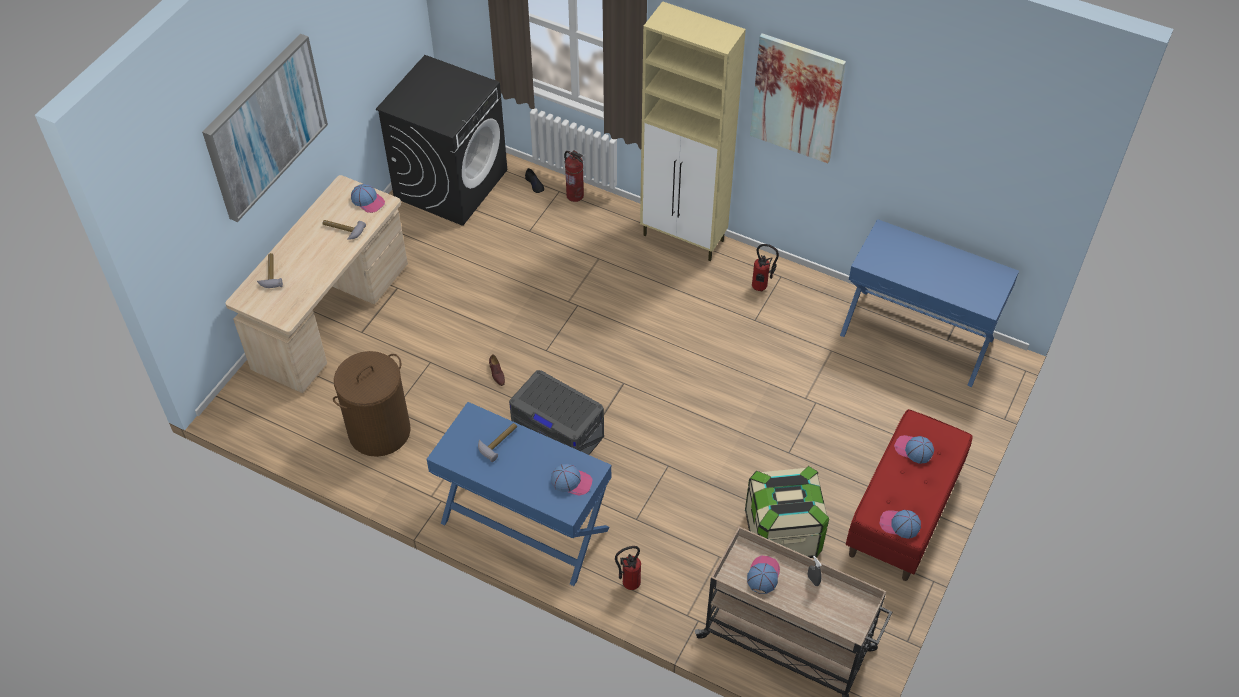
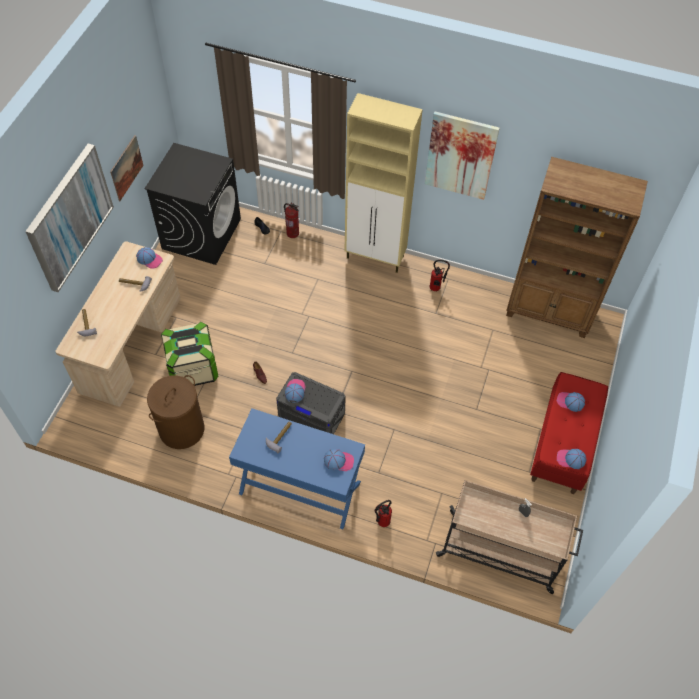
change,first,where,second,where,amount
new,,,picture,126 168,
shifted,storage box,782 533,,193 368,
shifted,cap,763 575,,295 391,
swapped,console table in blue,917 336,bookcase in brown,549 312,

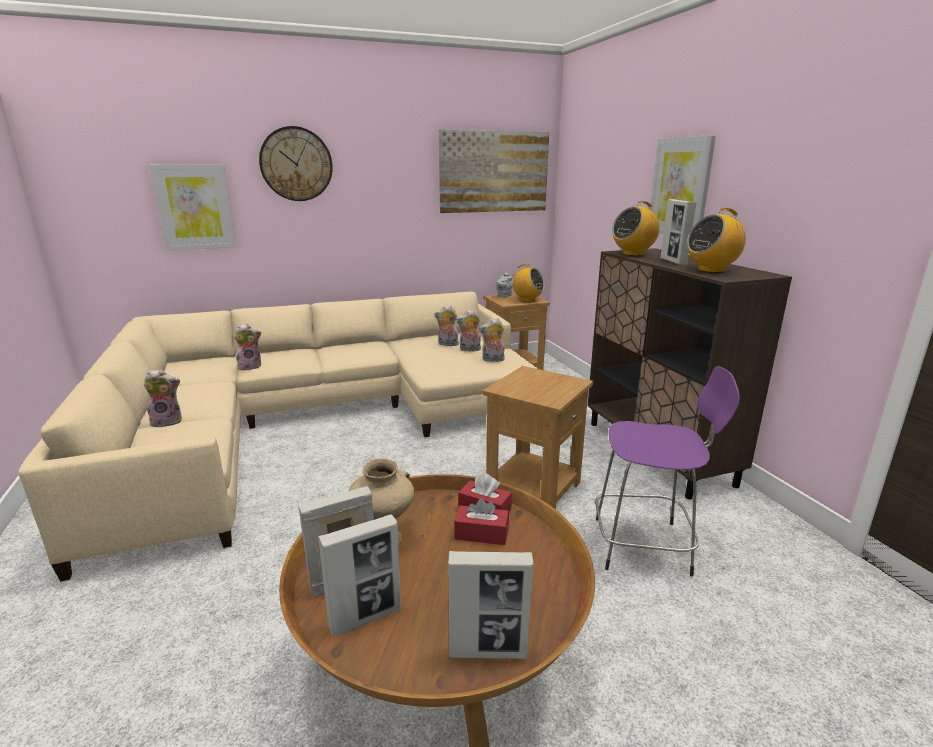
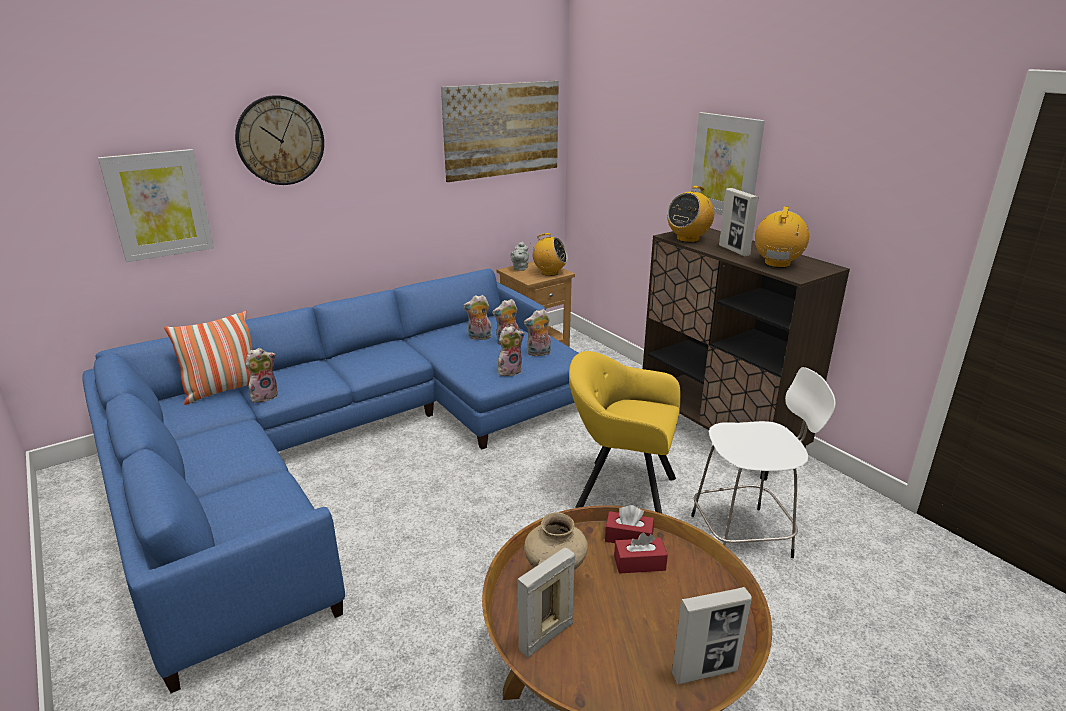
change,first,where,second,where,amount
gone,picture frame,366 618,,,
new,,,pillow,224 390,
shifted,plush toy,168 421,,510 371,
swapped,side table in brown,534 488,armchair in yellow,620 492,
repainted,sofa in beige,314 421,sofa in blue,346 447,
repainted,stool in purple,645 546,stool in white,744 535,
rotated,radio,711 270,,777 264,150 degrees clockwise

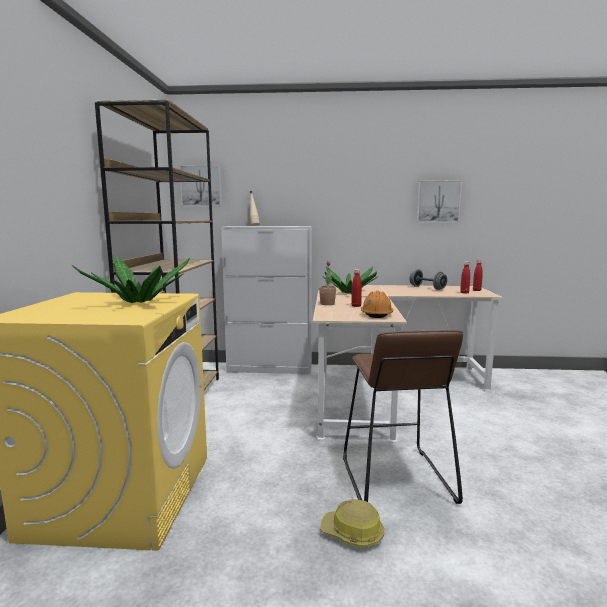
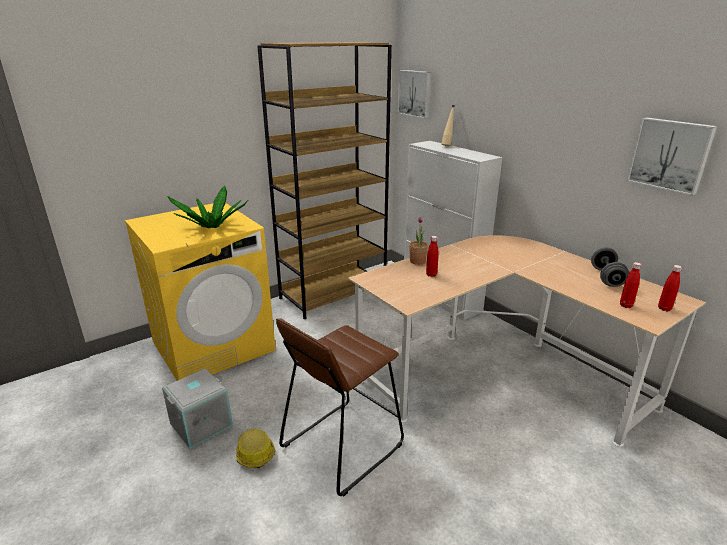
change,first,where,second,where,amount
gone,potted plant,349 293,,,
gone,hard hat in orange,376 314,,,
new,,,storage box in grey,201 423,

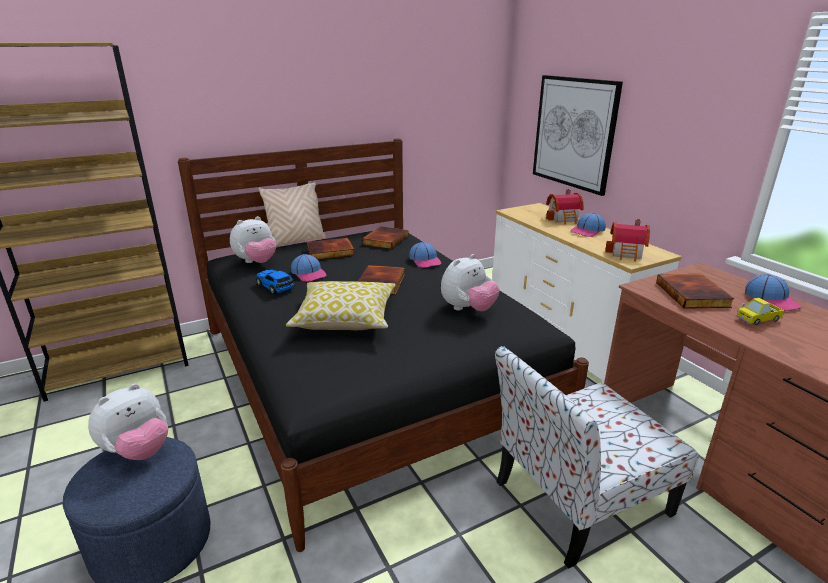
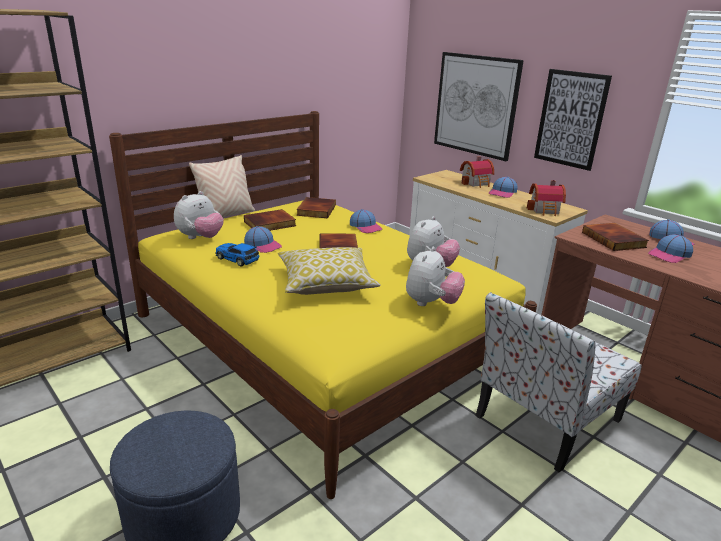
change,first,where,second,where,amount
new,,,picture,570 119,
shifted,plush toy,138 451,,431 303,
swapped,toy truck,758 319,cap,669 255,
repainted,bed in black,367 376,bed in yellow,320 341,

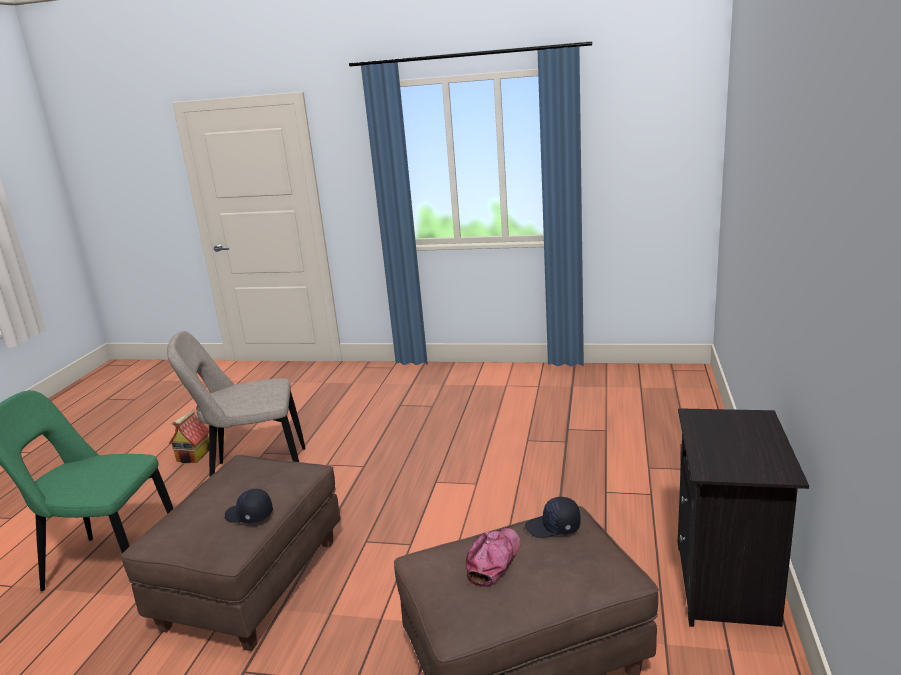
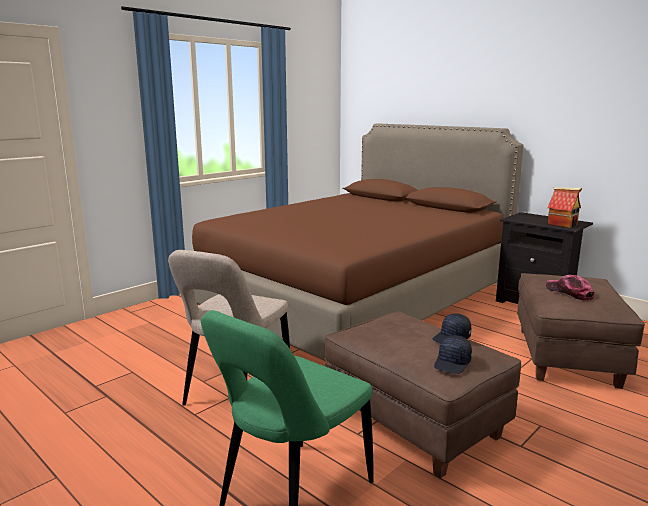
change,first,where,second,where,amount
new,,,bed in brown,355 299,
shifted,toy house,194 455,,563 224,
shifted,cap in black,553 527,,453 363,

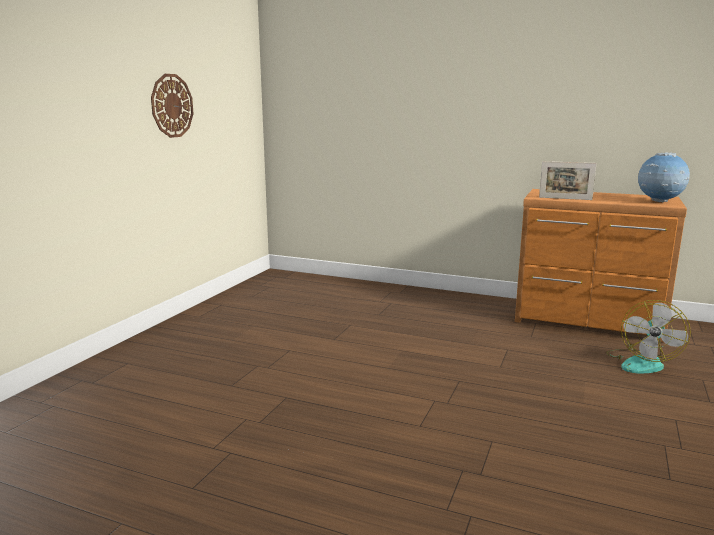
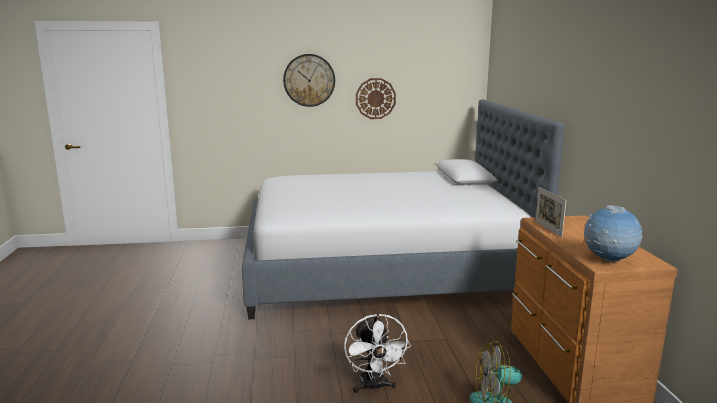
change,first,where,second,where,amount
new,,,bed,383 269,
new,,,wall clock,309 80,
new,,,fan in white,374 387,

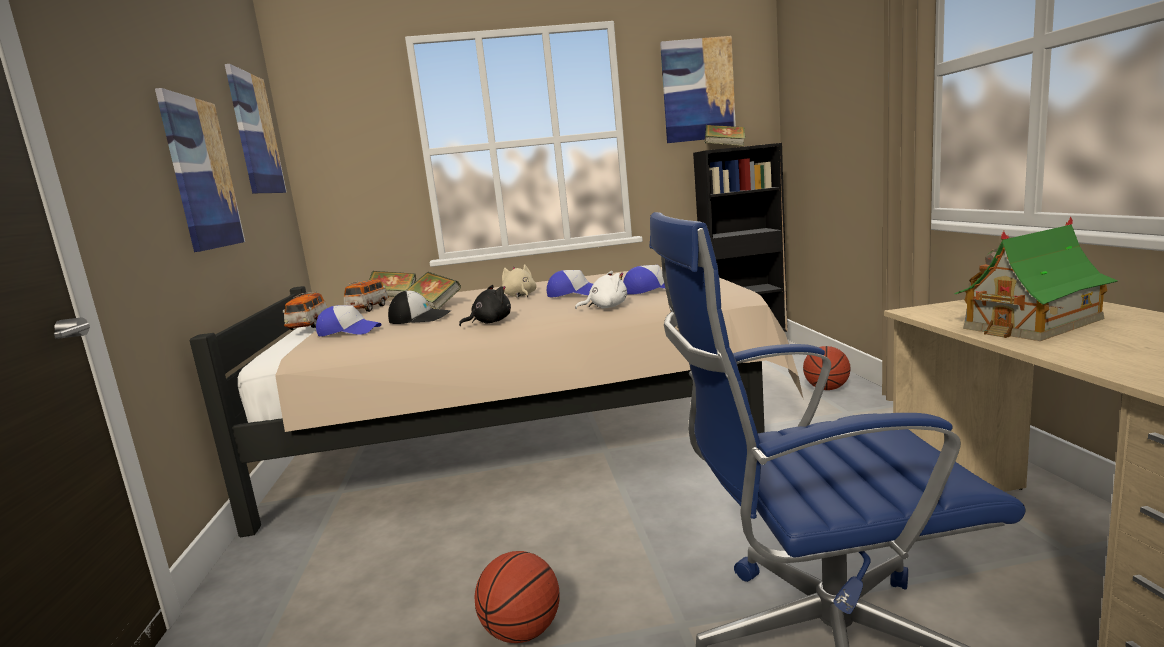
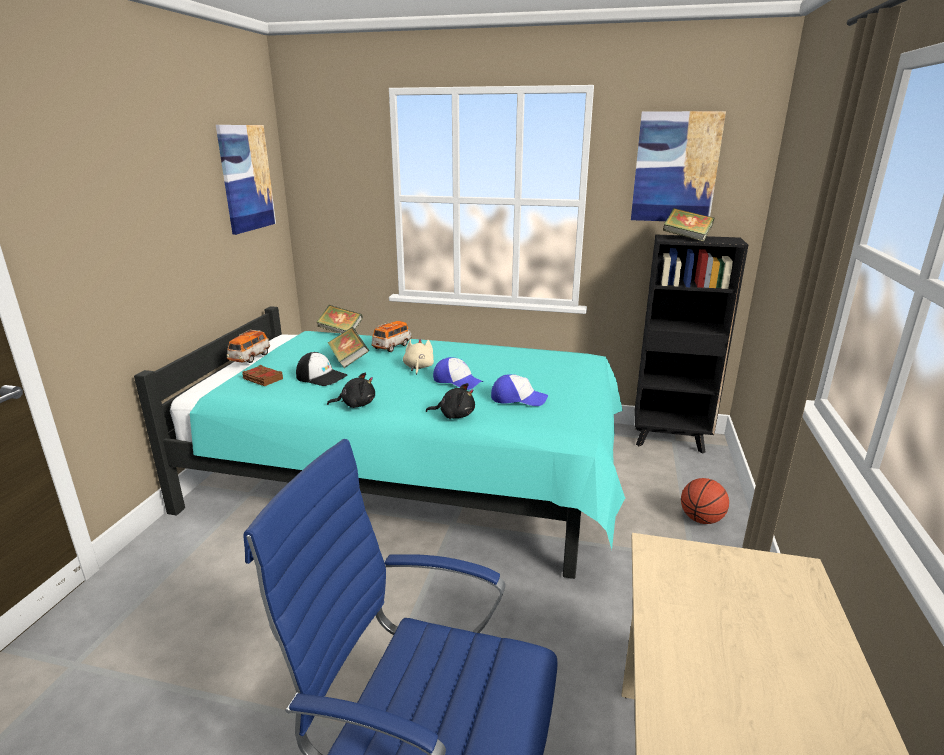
change,first,where,second,where,amount
gone,picture,201 174,,,
gone,basketball,522 632,,,
gone,toy house,1032 323,,,
shifted,toy car,368 308,,392 346,
swapped,cap,349 332,book in brown,262 379,
repainted,bed in beige,528 433,bed in turquoise,412 480,
repainted,plush toy in white,606 307,plush toy in black,454 415,

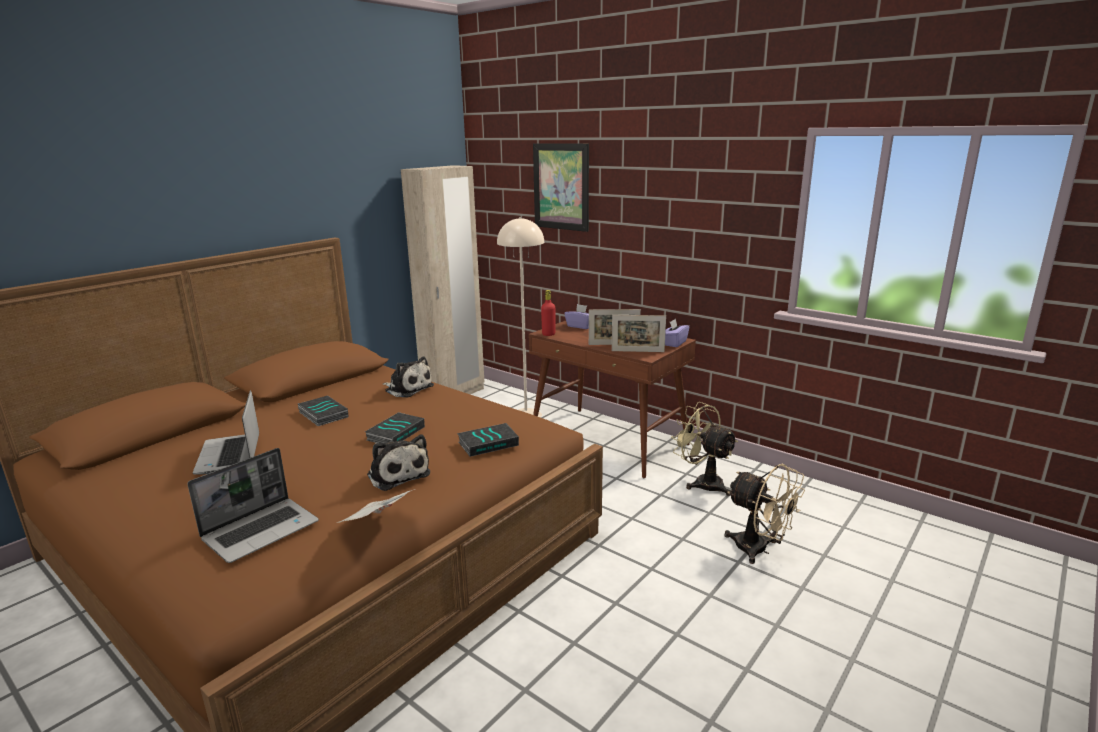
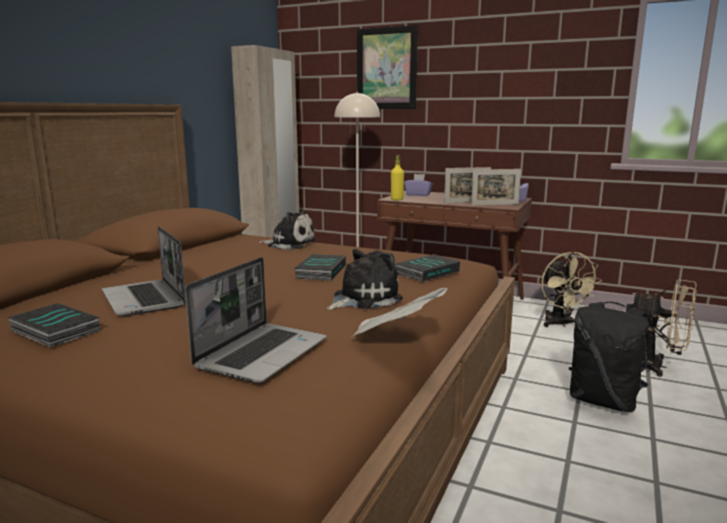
change,first,where,second,where,amount
new,,,backpack in black,603 401,
shifted,book,322 414,,53 331,
repainted,bottle in red,548 334,bottle in yellow,397 199,
rotated,plush toy,397 474,,363 298,75 degrees counterclockwise
rotated,fan in beige,703 482,,561 324,135 degrees counterclockwise

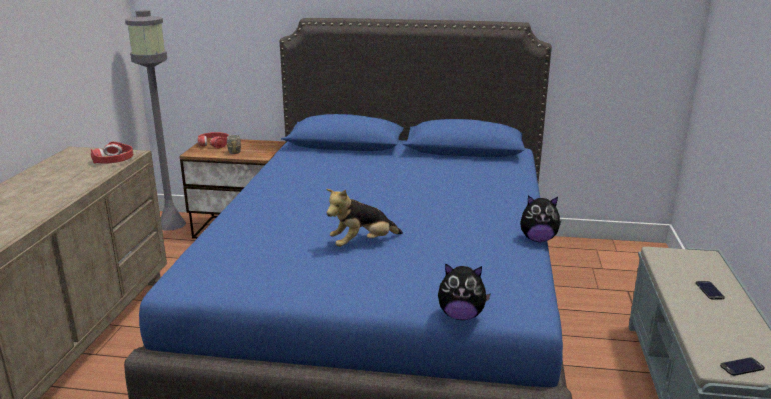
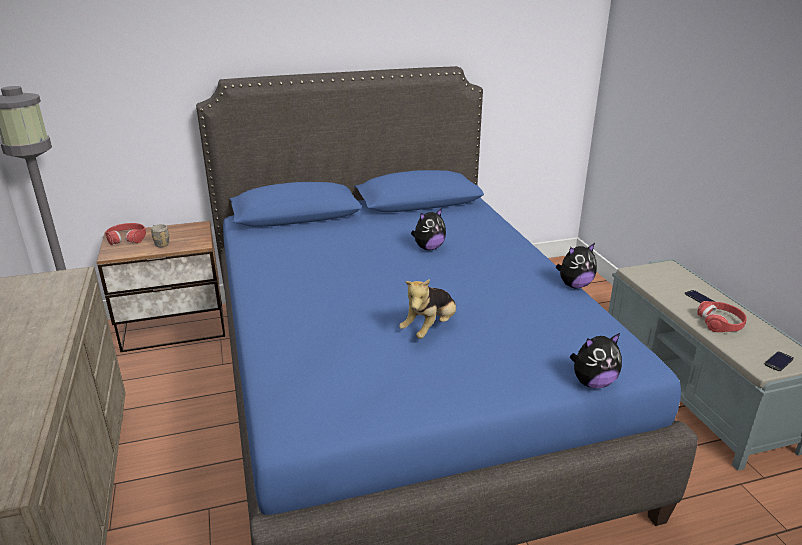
change,first,where,second,where,amount
new,,,plush toy,428 248,
shifted,headphones in red,114 160,,720 323,

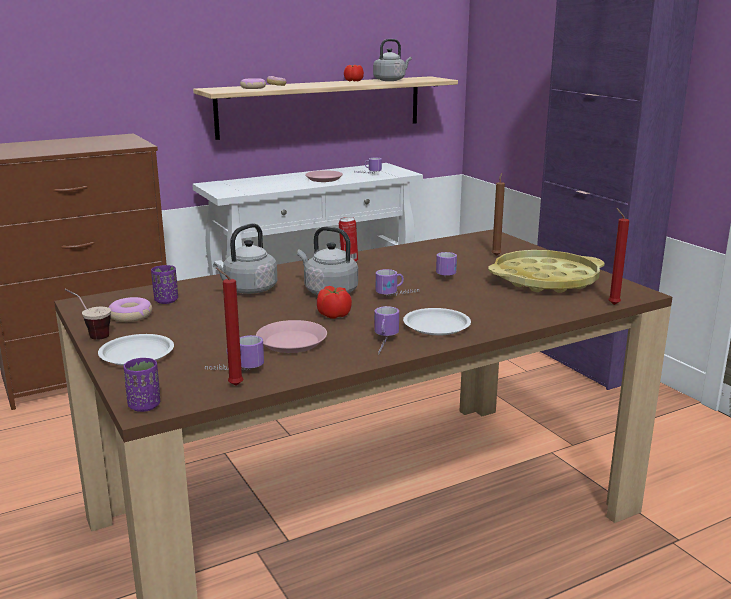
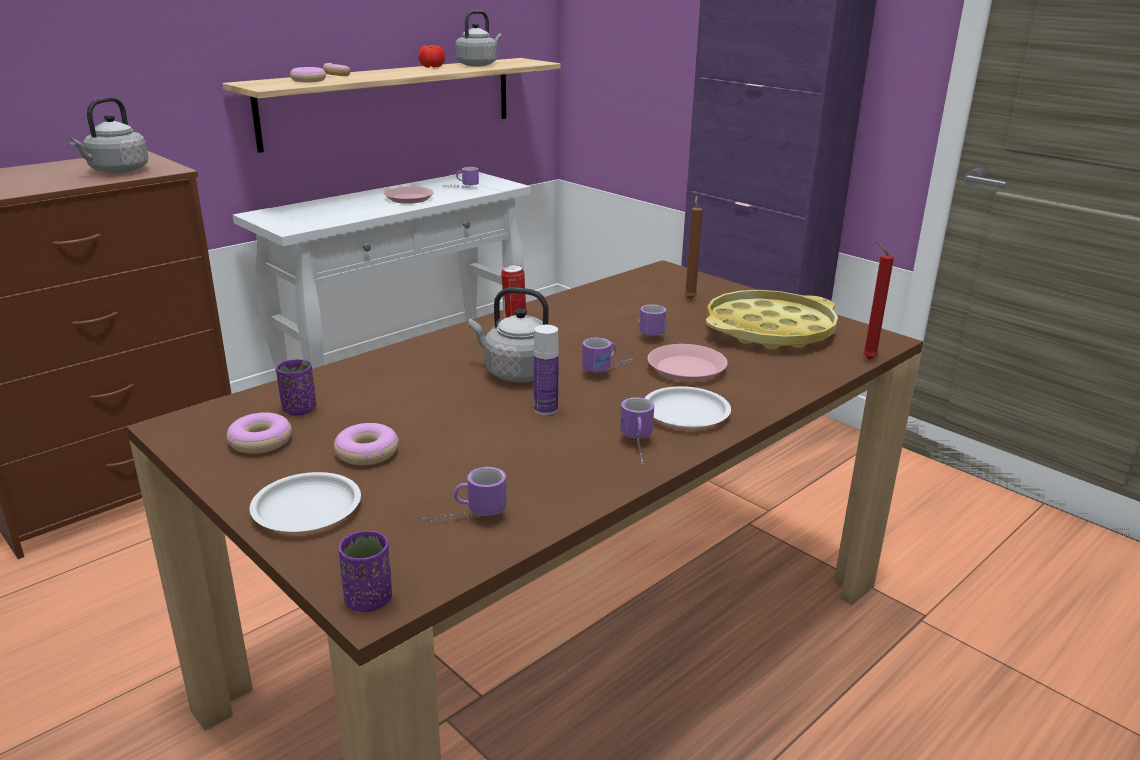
change,first,where,second,where,amount
gone,cup,90 335,,,
gone,candle in red,233 385,,,
new,,,donut,367 453,
shifted,kettle in grey,248 290,,117 171,
shifted,plate in pink,292 342,,686 369,
swapped,tomato,334 315,bottle,545 409,

